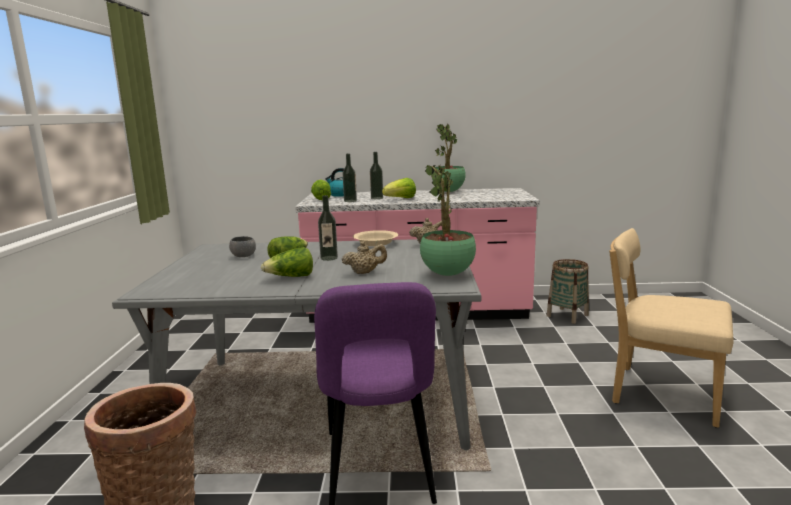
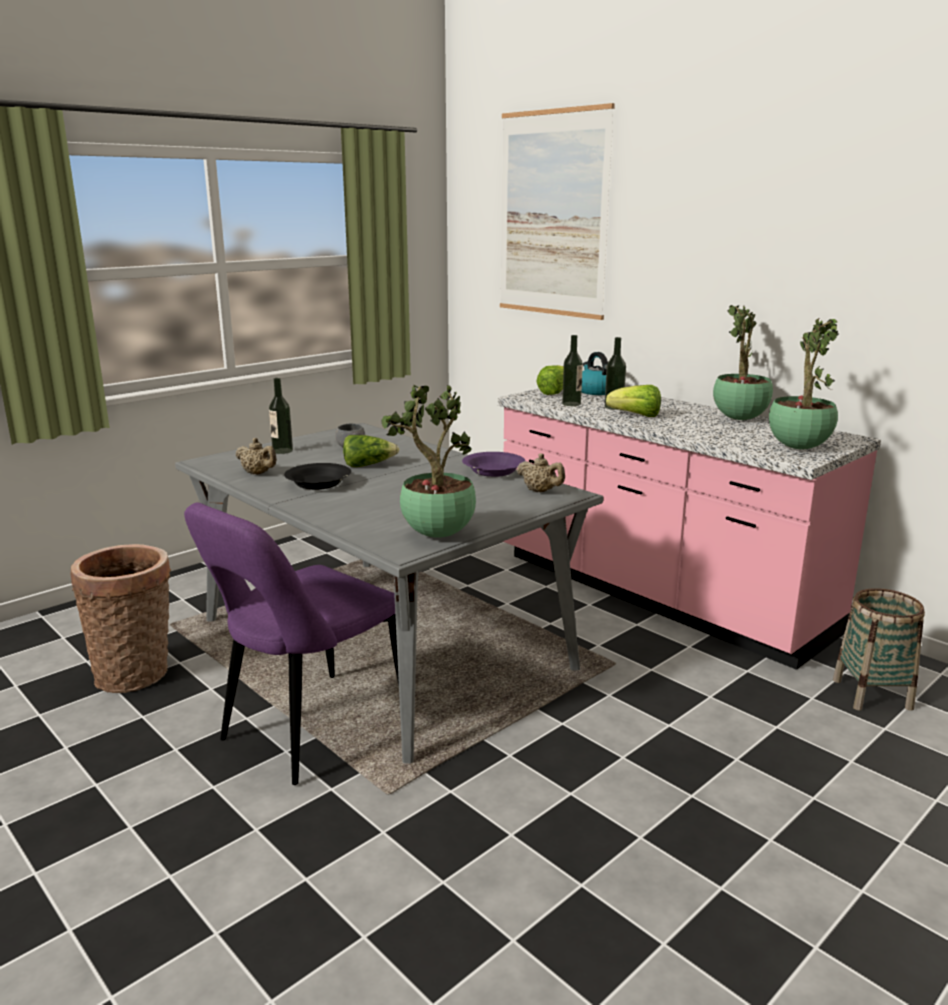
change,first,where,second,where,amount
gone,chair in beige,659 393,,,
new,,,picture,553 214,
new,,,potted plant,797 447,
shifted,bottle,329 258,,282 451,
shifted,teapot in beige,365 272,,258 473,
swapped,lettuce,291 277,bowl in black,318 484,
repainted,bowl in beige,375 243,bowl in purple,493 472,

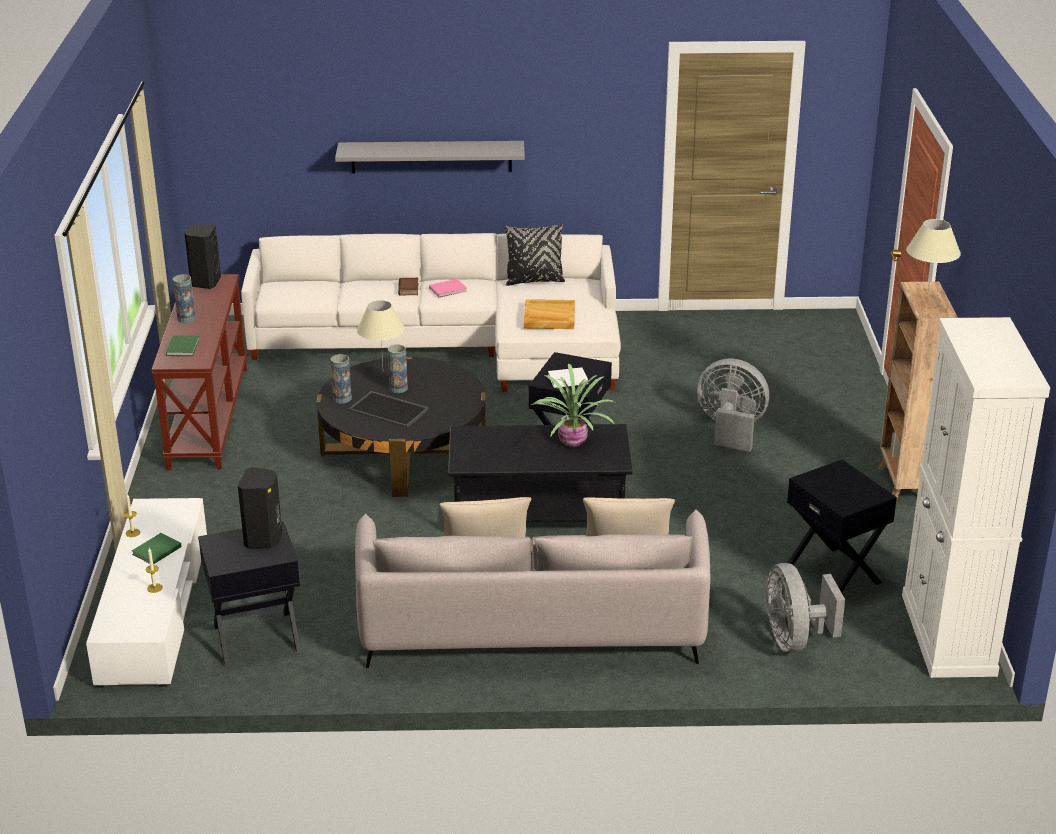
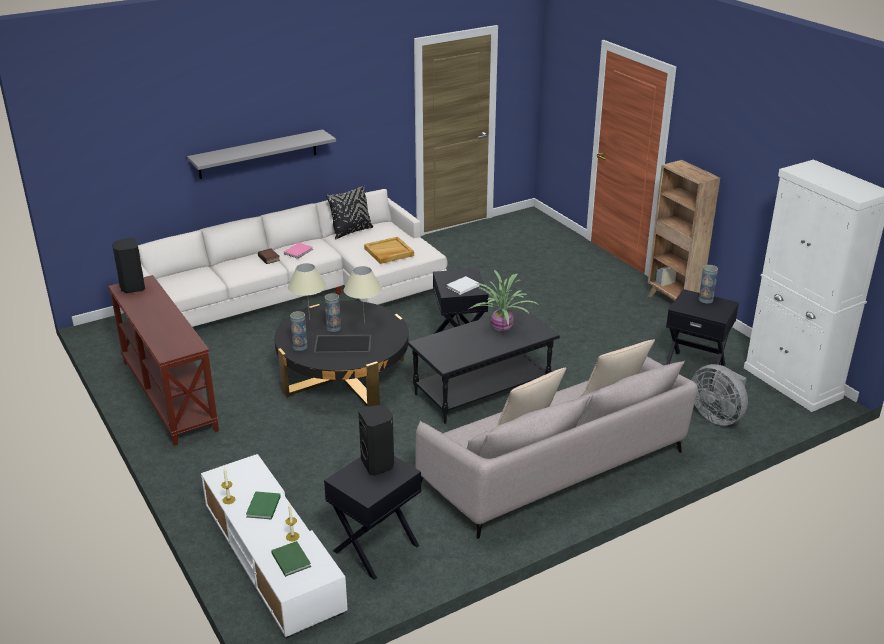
change,first,where,second,where,amount
gone,fan in grey,730 429,,,
shifted,book in green,183 347,,291 559,
shifted,vase,186 318,,705 299,
shifted,table lamp in beige,926 300,,364 323,

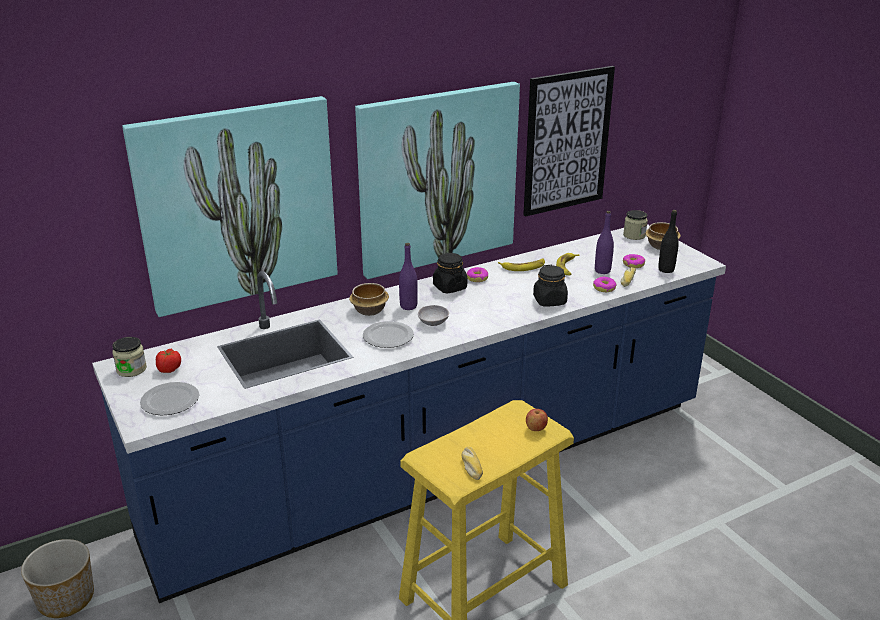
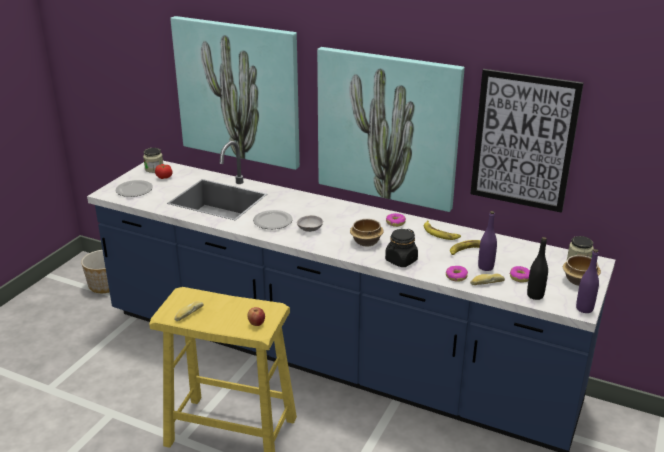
change,first,where,second,where,amount
gone,jar in black,449 287,,,
shifted,bowl,370 310,,366 242,
shifted,bottle in purple,408 306,,584 308,

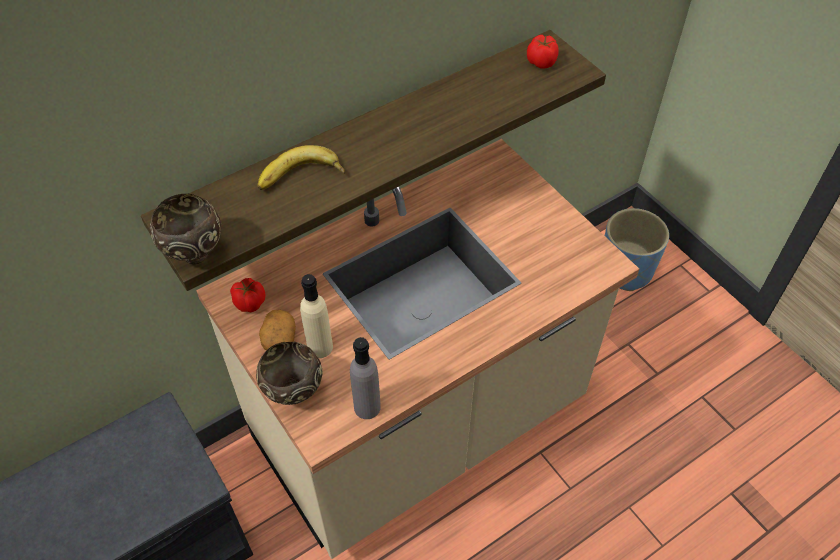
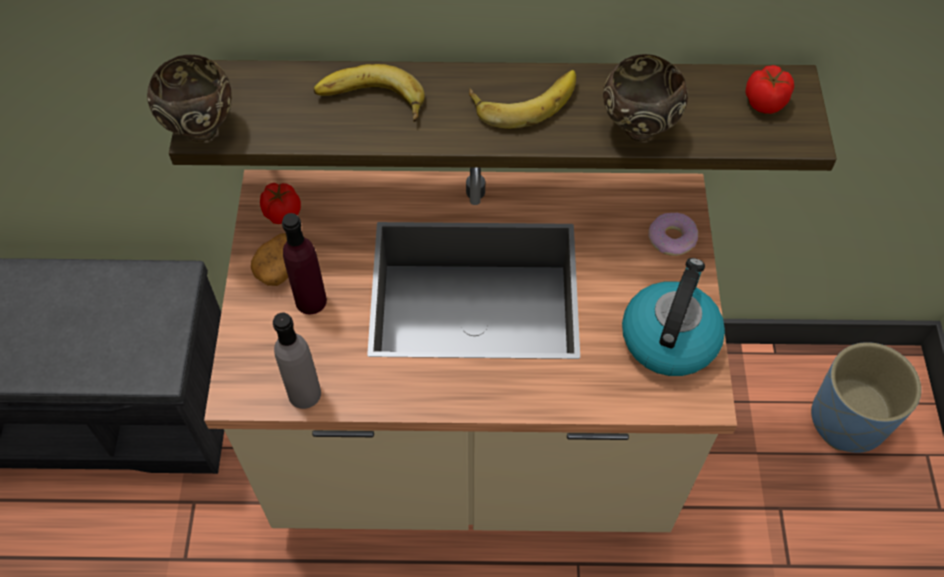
change,first,where,second,where,amount
new,,,banana,523 98,
new,,,kettle,669 337,
new,,,donut,672 239,
shifted,bowl in brown,292 392,,637 128,
repainted,bottle in beige,320 347,bottle in purple,311 300,

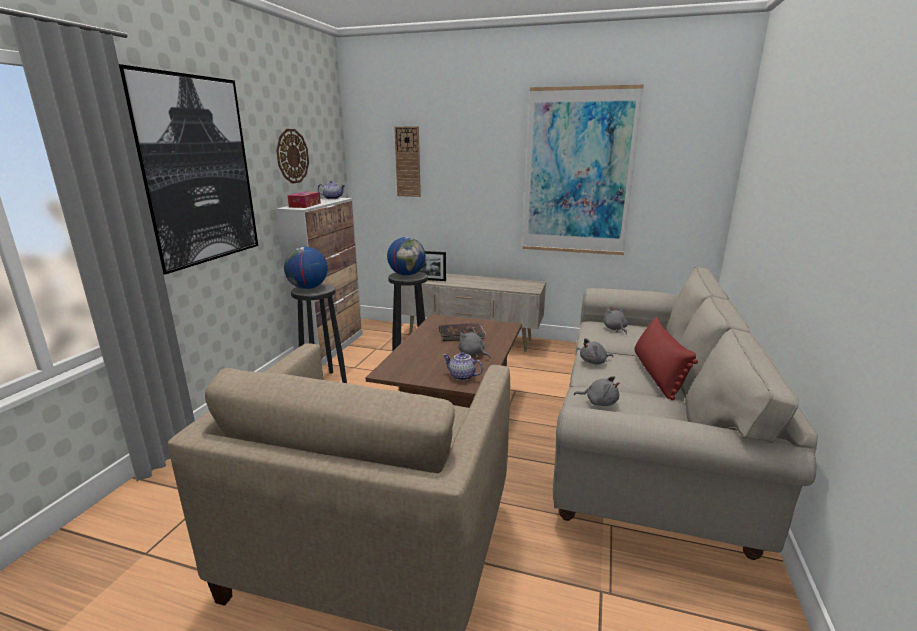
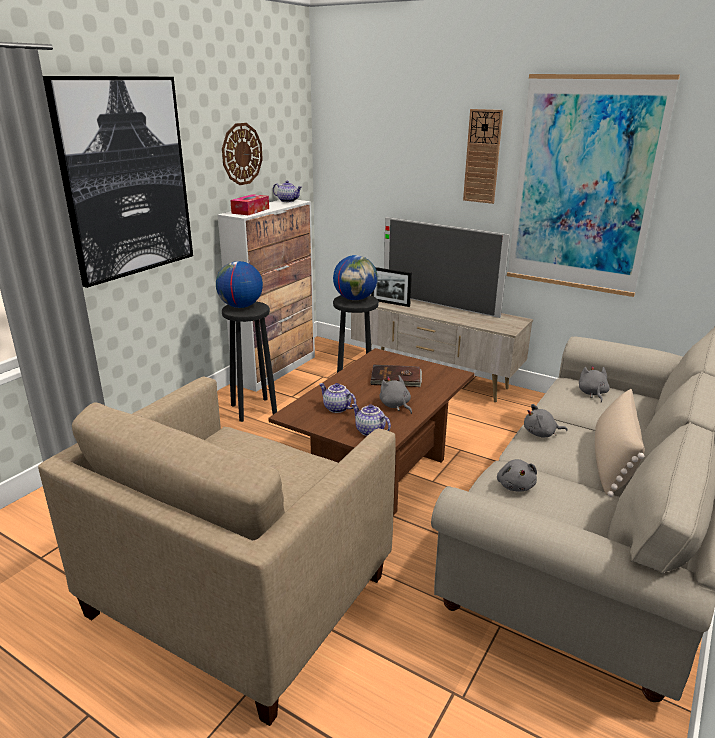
change,first,where,second,where,amount
new,,,teapot,336 408,
new,,,television,438 304,
shifted,wall clock,408 162,,482 156,
repainted,pillow in red,657 374,pillow in beige,612 461,
rotated,plush toy in grey,599 402,,515 485,45 degrees clockwise

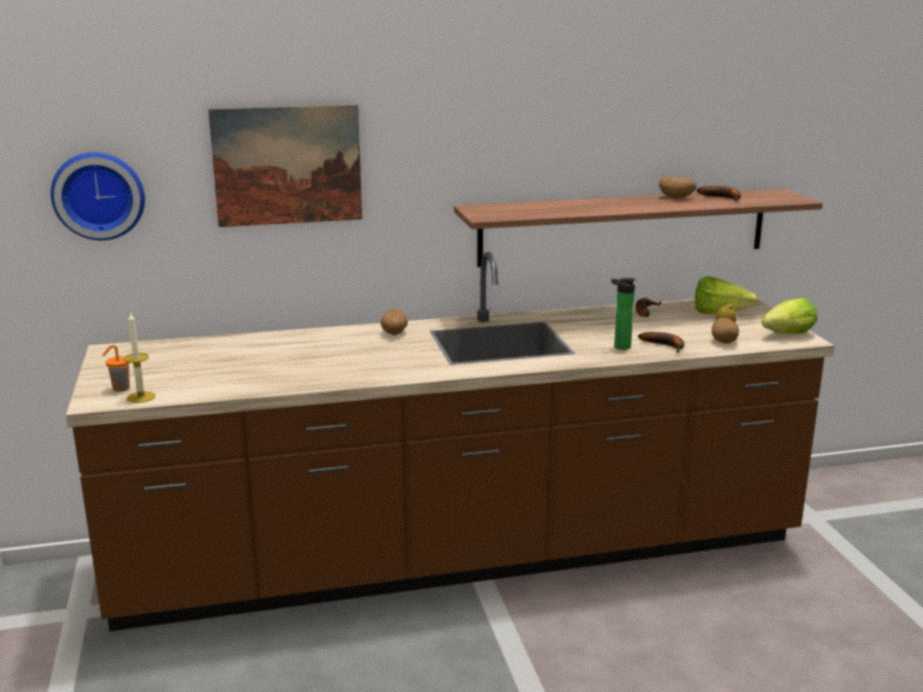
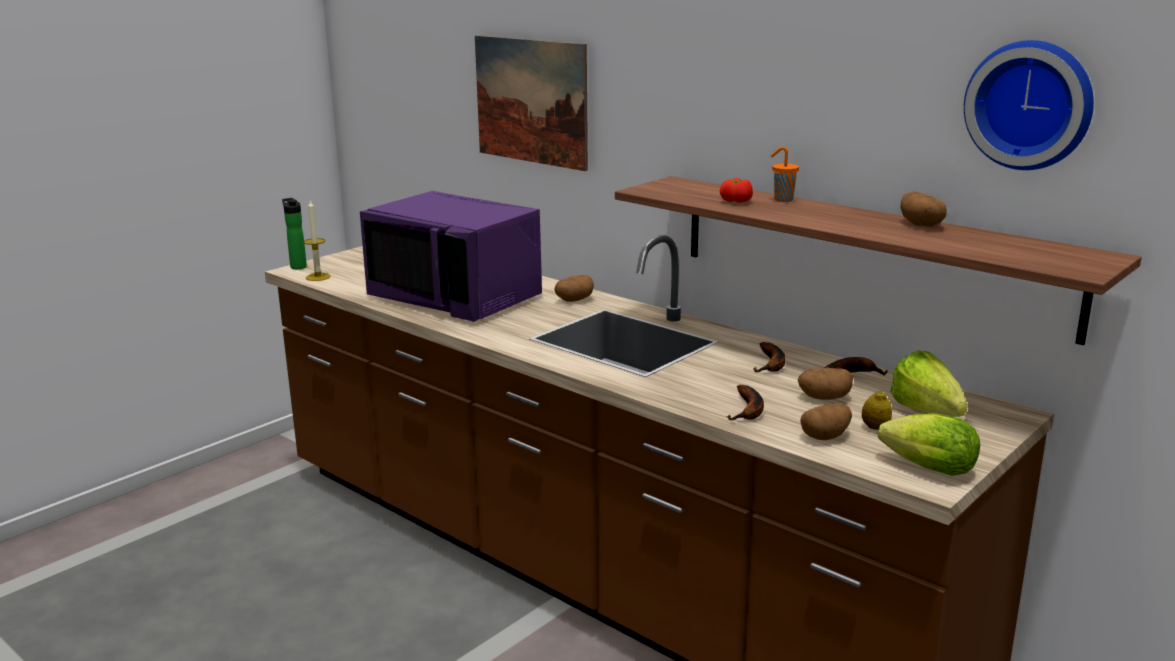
change,first,where,second,where,amount
new,,,microwave in purple,457 297,
new,,,tomato,735 201,
new,,,potato,824 398,
shifted,wall clock,99 195,,1030 104,
shifted,cup in orange,120 389,,782 200,
shifted,bottle,619 347,,297 266,
shifted,banana,723 197,,772 364,

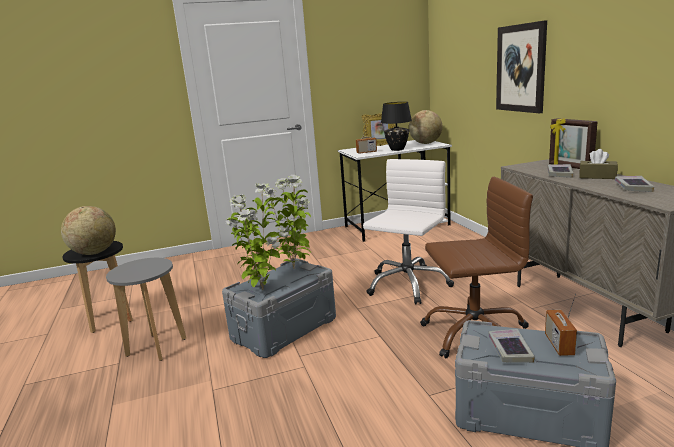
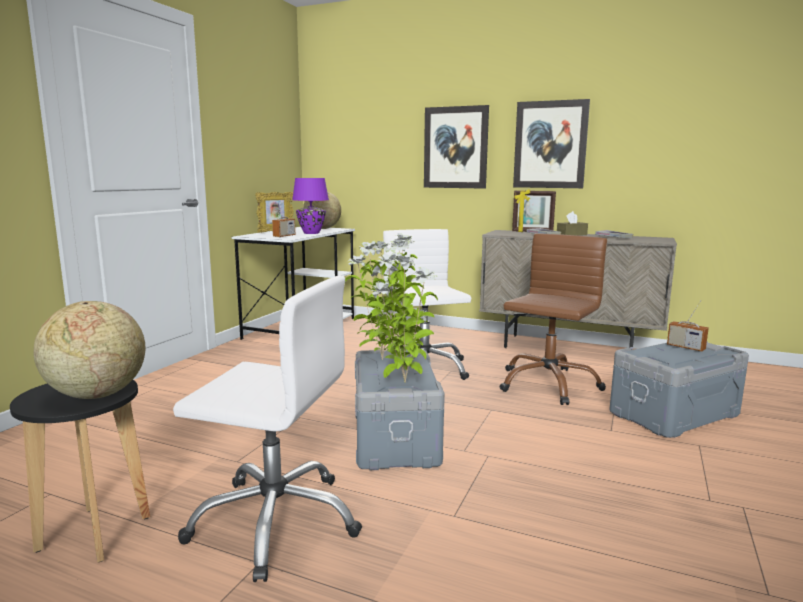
change,first,where,second,where,amount
gone,book,510 349,,,
new,,,picture,550 145,
swapped,stool in grey,156 347,office chair in white,276 520,
repainted,table lamp in black,397 149,table lamp in purple,311 233,

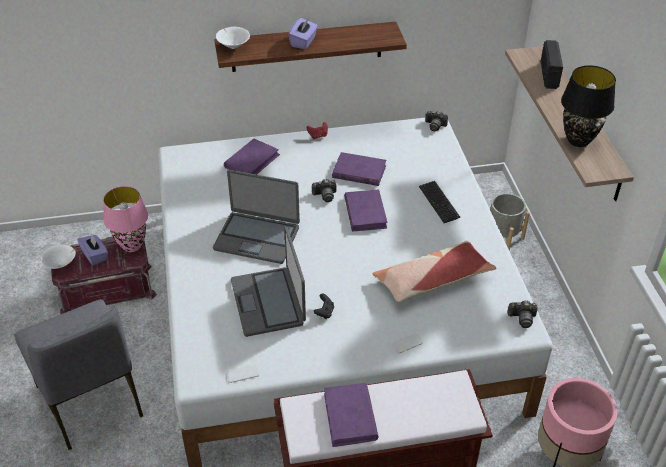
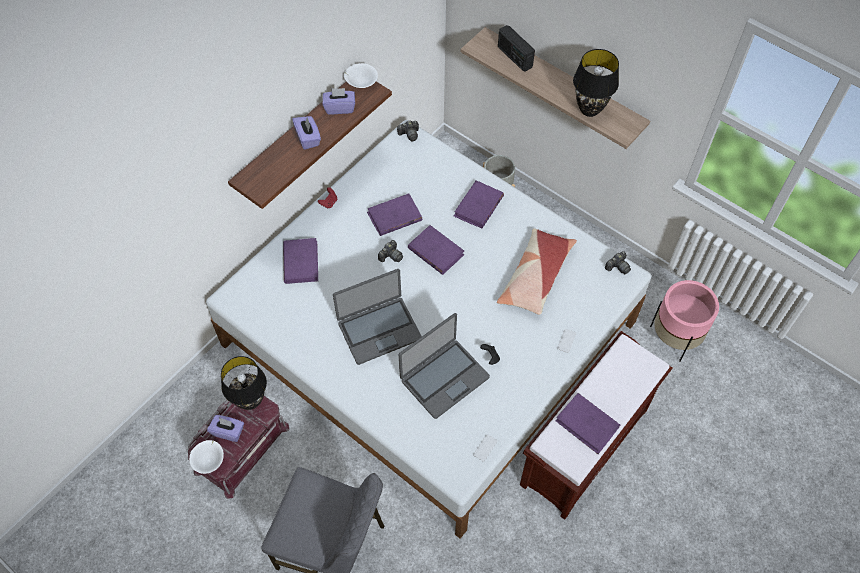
change,first,where,second,where,amount
new,,,tissue box in purple,339 108,
shifted,bowl in white,233 46,,361 84,
swapped,keyboard,439 203,book in purple,478 206,
repainted,table lamp in pink,132 245,table lamp in black,250 400,
rotated,laptop,268 302,,444 378,75 degrees counterclockwise

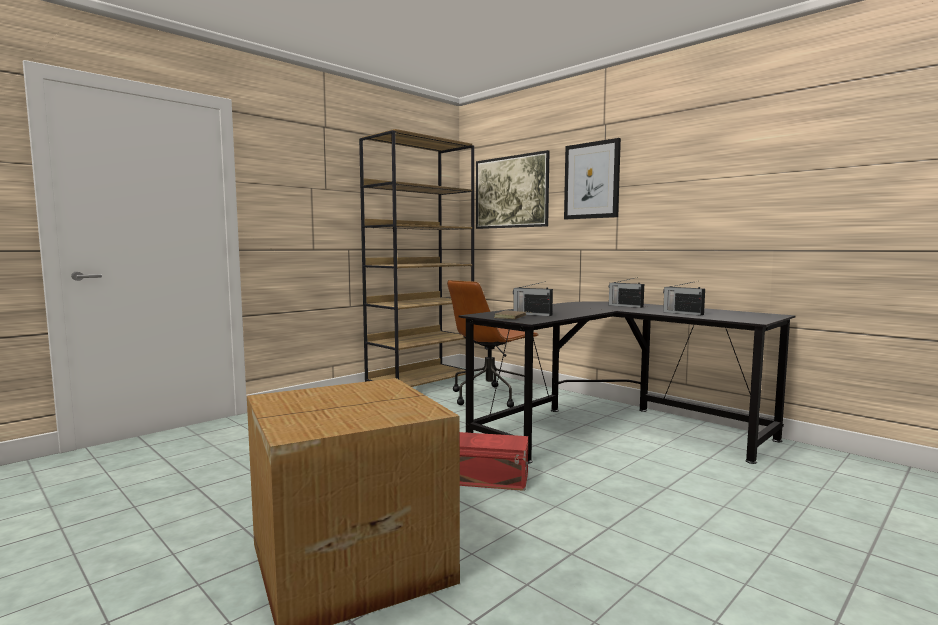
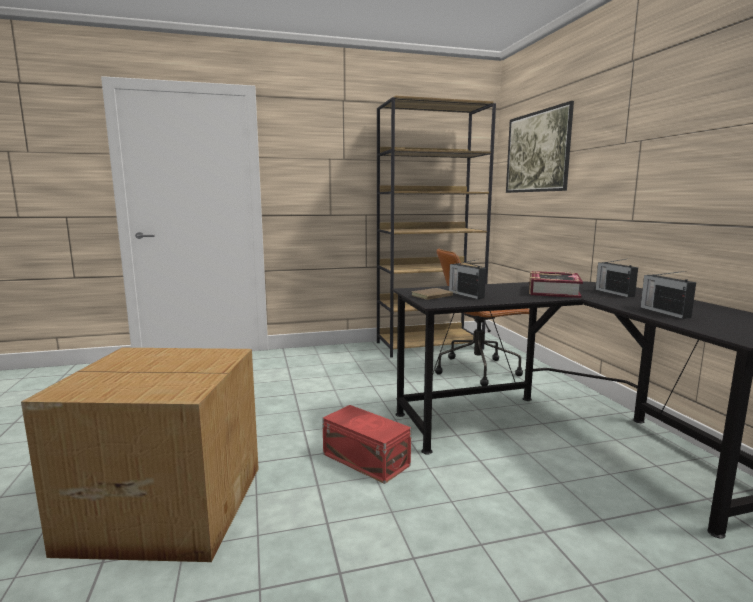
change,first,where,second,where,amount
gone,picture,592 180,,,
new,,,book,553 291,

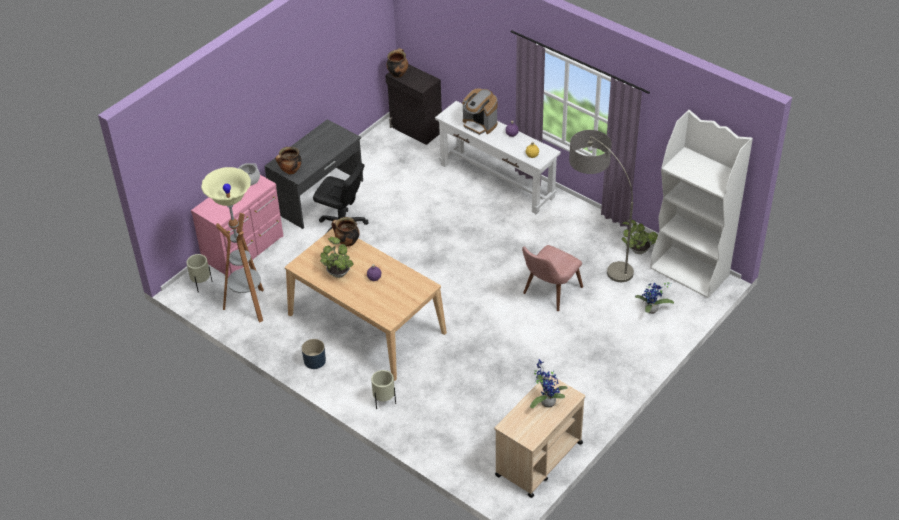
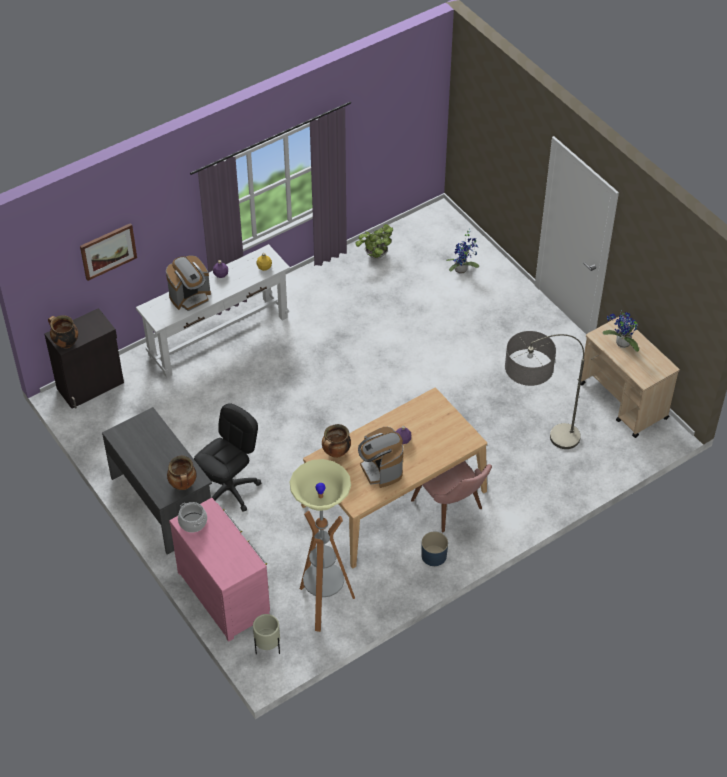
change,first,where,second,where,amount
gone,planter in beige,384 402,,,
gone,bookcase in white,690 272,,,
new,,,picture,108 251,
shifted,chair in pink,548 294,,453 509,
shifted,floor lamp,595 257,,533 451,
swapped,potted plant,338 272,coffee machine,381 470,

